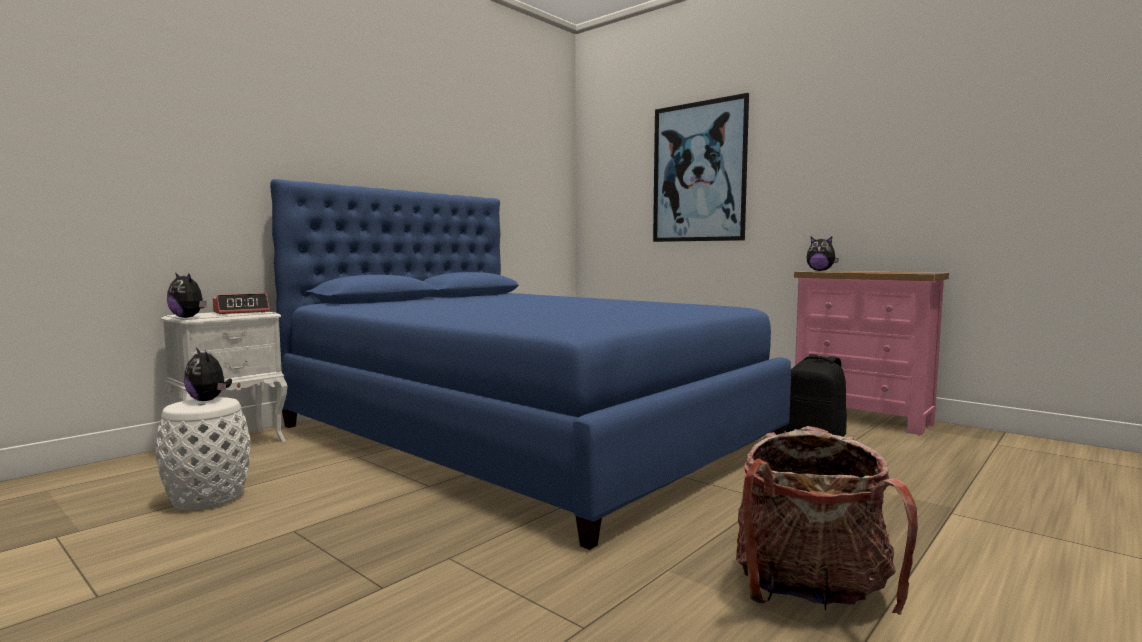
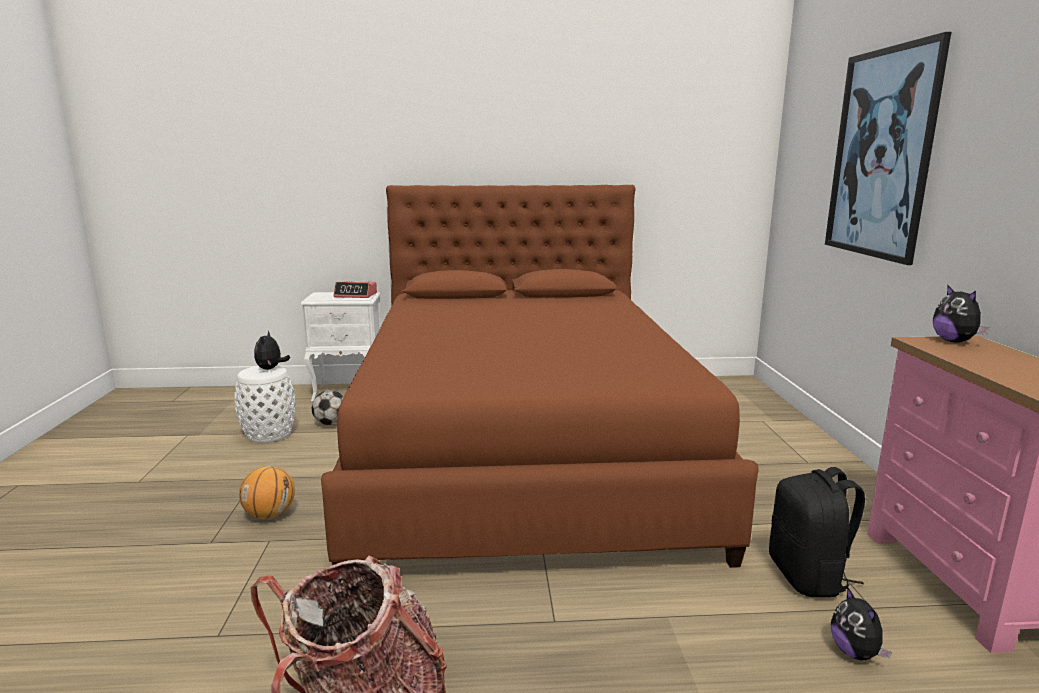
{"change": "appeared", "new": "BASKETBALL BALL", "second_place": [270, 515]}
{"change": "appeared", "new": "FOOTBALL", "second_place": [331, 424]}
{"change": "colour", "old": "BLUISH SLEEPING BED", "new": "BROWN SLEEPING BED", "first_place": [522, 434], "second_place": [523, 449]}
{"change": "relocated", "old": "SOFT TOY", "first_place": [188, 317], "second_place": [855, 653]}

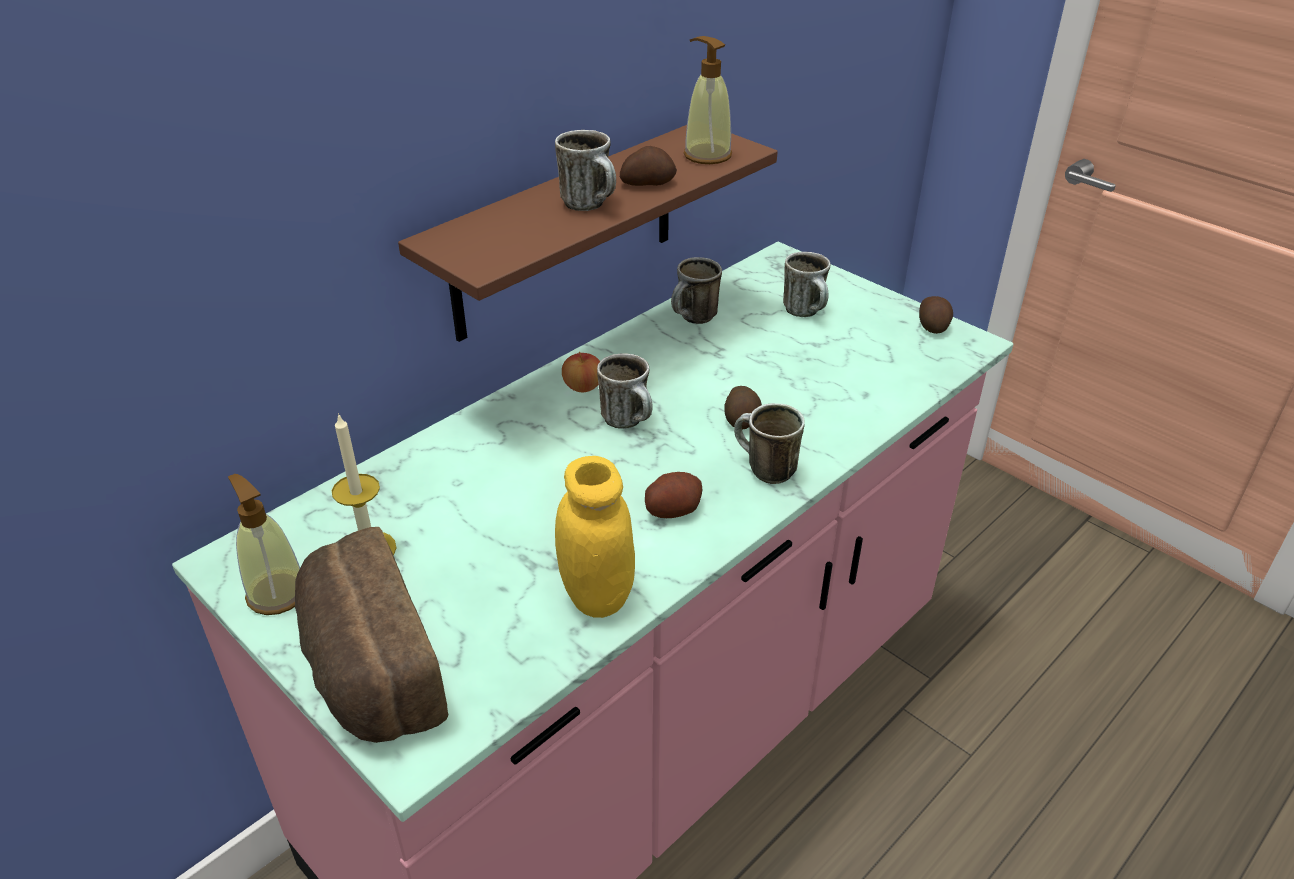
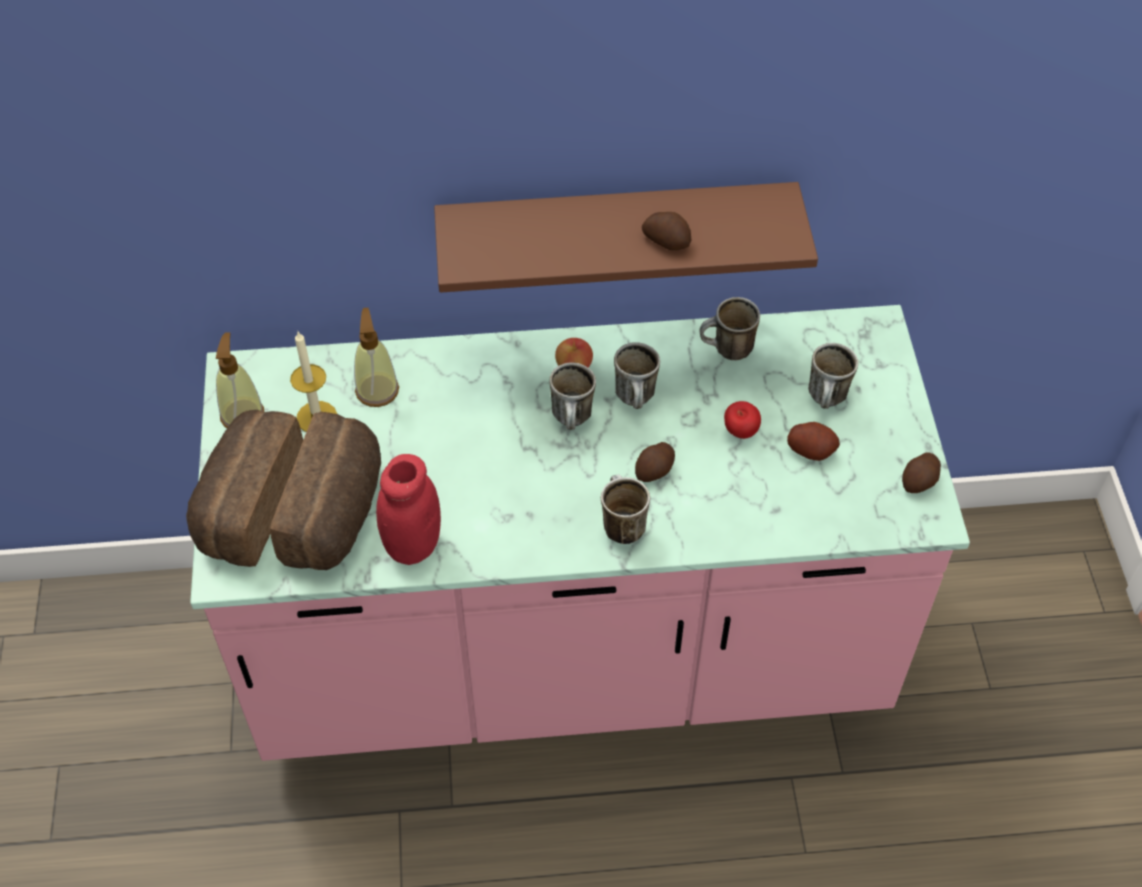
{"change": "appeared", "new": "BAKED BREAD", "second_place": [338, 513]}
{"change": "relocated", "old": "SOAP DISPENSER", "first_place": [707, 155], "second_place": [377, 390]}
{"change": "colour", "old": "YELLOW STORAGE JAR", "new": "RED-COLOURED STORAGE JAR", "first_place": [597, 595], "second_place": [413, 544]}
{"change": "relocated", "old": "MUG", "first_place": [592, 205], "second_place": [637, 400]}
{"change": "appeared", "new": "WHOLE APPLE", "second_place": [740, 433]}
{"change": "relocated", "old": "WHOLE POTATO", "first_place": [673, 510], "second_place": [811, 450]}

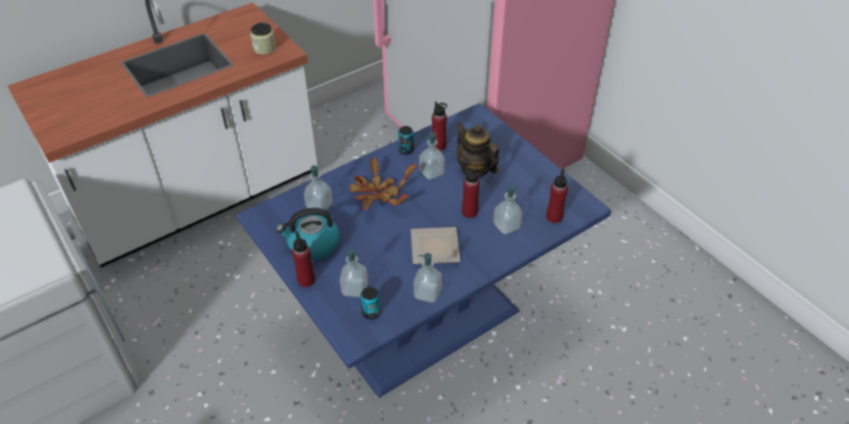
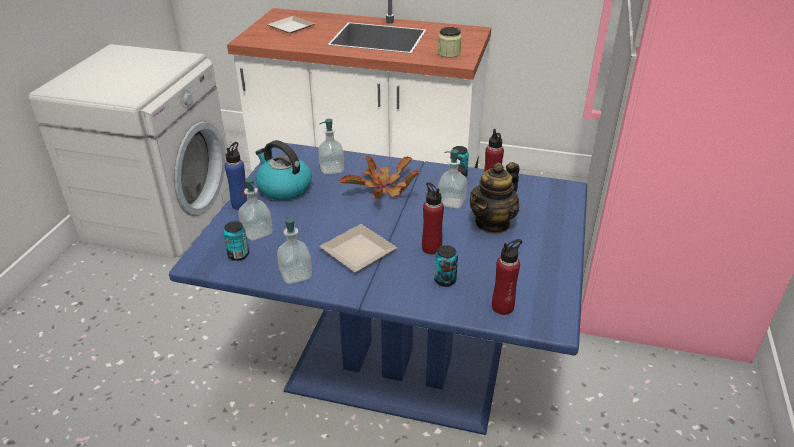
{"change": "colour", "old": "RED-COLOURED BOTTLE", "new": "BLUISH BOTTLE", "first_place": [306, 280], "second_place": [241, 204]}
{"change": "appeared", "new": "DINNER PLATE", "second_place": [293, 27]}
{"change": "exchanged", "old": "SOAP DISPENSER", "new": "SEALED CAN", "first_place": [506, 226], "second_place": [445, 280]}
{"change": "spun", "old": "TEA POT", "first_place": [475, 169], "second_place": [493, 223], "degrees": -150}

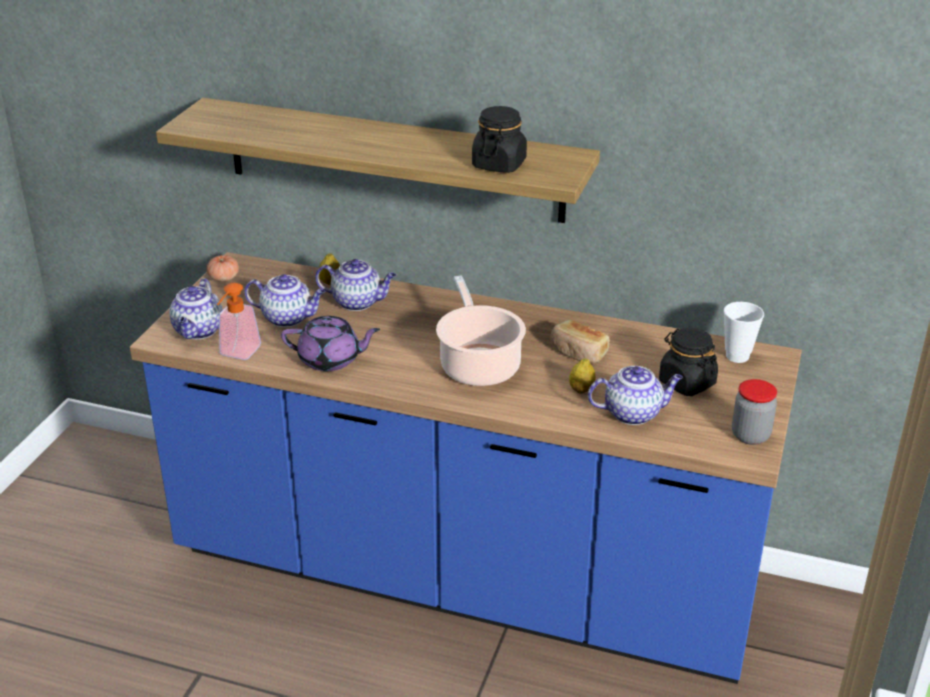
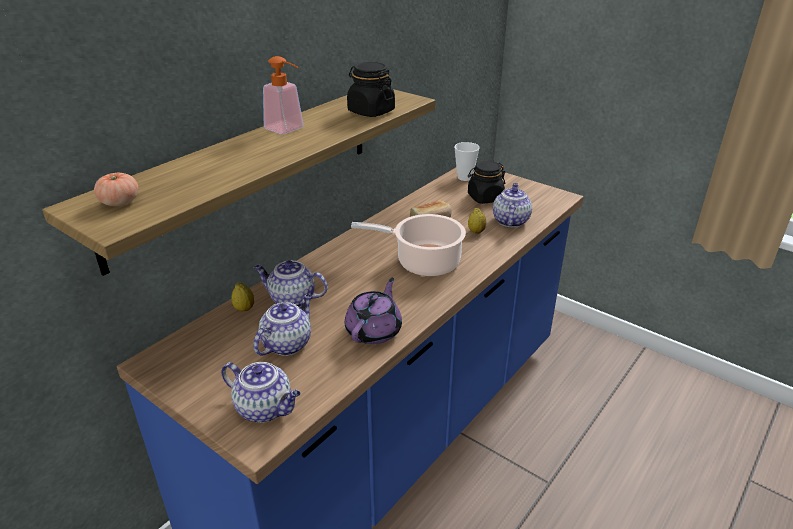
{"change": "relocated", "old": "FRESH TOMATO", "first_place": [224, 278], "second_place": [120, 202]}
{"change": "spun", "old": "TEA POT", "first_place": [358, 302], "second_place": [291, 300], "degrees": -105}
{"change": "relocated", "old": "SOAP DISPENSER", "first_place": [237, 354], "second_place": [288, 130]}
{"change": "missing", "old": "STORAGE JAR", "first_place": [750, 435]}

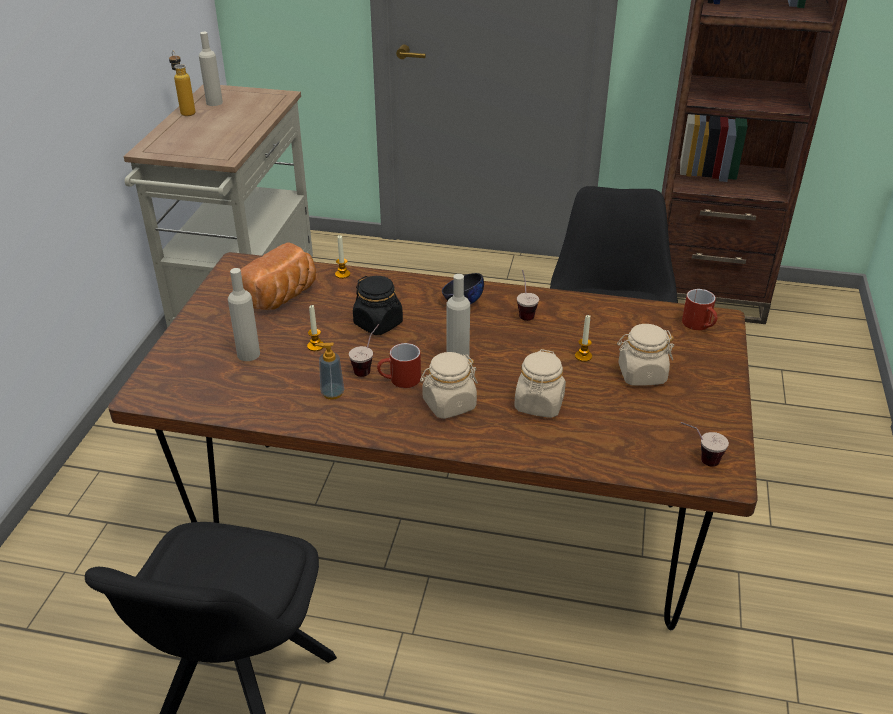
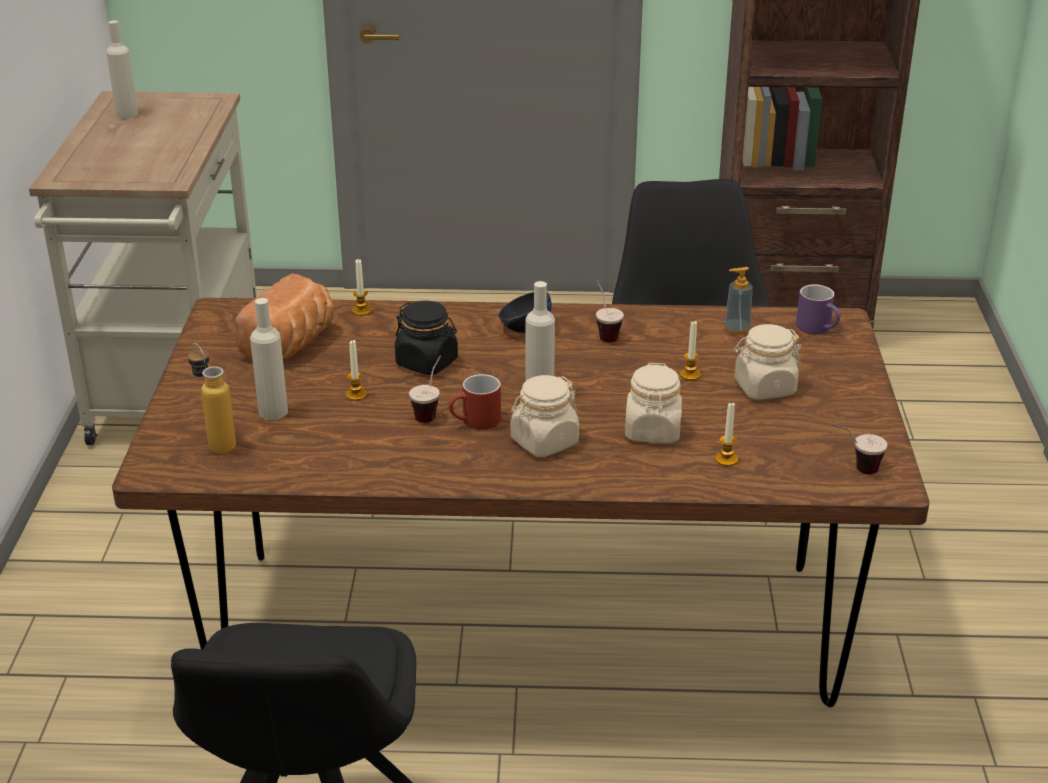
{"change": "relocated", "old": "BOTTLE", "first_place": [186, 111], "second_place": [216, 443]}
{"change": "appeared", "new": "CANDLE", "second_place": [726, 459]}
{"change": "relocated", "old": "SOAP DISPENSER", "first_place": [332, 393], "second_place": [737, 329]}
{"change": "colour", "old": "RED-COLOURED MUG", "new": "PURPLE-COLOURED MUG", "first_place": [700, 325], "second_place": [819, 328]}

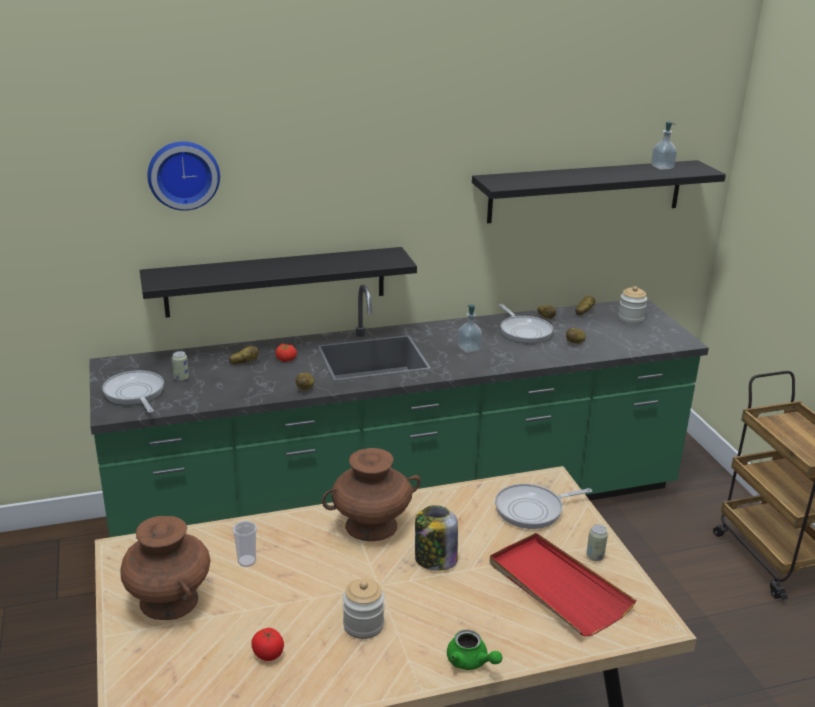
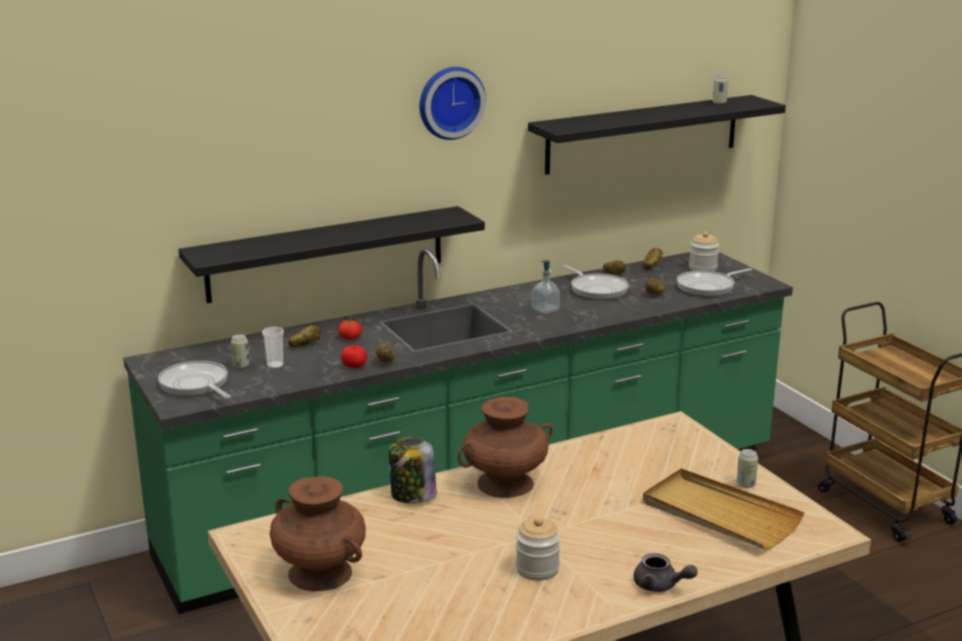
{"change": "relocated", "old": "DRINKING CUP", "first_place": [247, 561], "second_place": [275, 365]}
{"change": "relocated", "old": "FRESH TOMATO", "first_place": [268, 654], "second_place": [354, 366]}
{"change": "relocated", "old": "STORAGE JAR", "first_place": [435, 559], "second_place": [412, 495]}
{"change": "relocated", "old": "CLOCK ON THE WALL", "first_place": [183, 174], "second_place": [450, 102]}
{"change": "colour", "old": "GREEN-COLOURED TEA POT", "new": "GREYISH TEA POT", "first_place": [471, 662], "second_place": [660, 586]}
{"change": "colour", "old": "RED-COLOURED CARRYING TRAY", "new": "SAND-COLOURED CARRYING TRAY", "first_place": [557, 587], "second_place": [719, 514]}
{"change": "relocated", "old": "PAN", "first_place": [533, 510], "second_place": [708, 287]}
{"change": "exchanged", "old": "SOAP DISPENSER", "new": "SEALED CAN", "first_place": [662, 167], "second_place": [719, 103]}

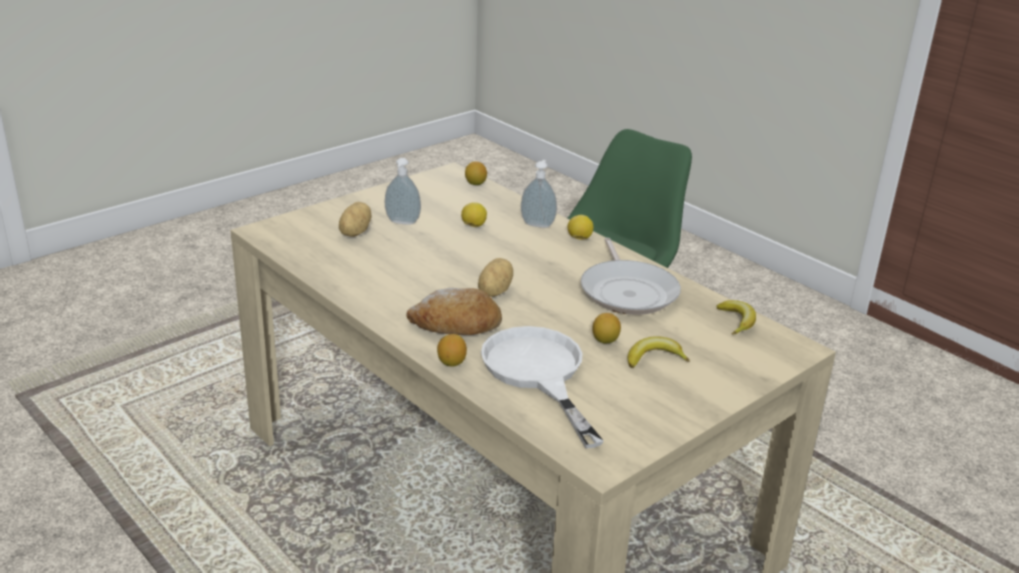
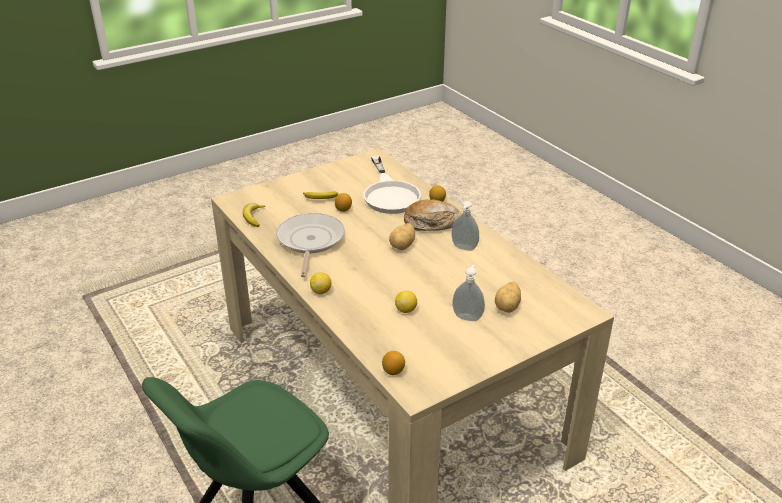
{"change": "relocated", "old": "SOAP DISPENSER", "first_place": [538, 224], "second_place": [463, 248]}

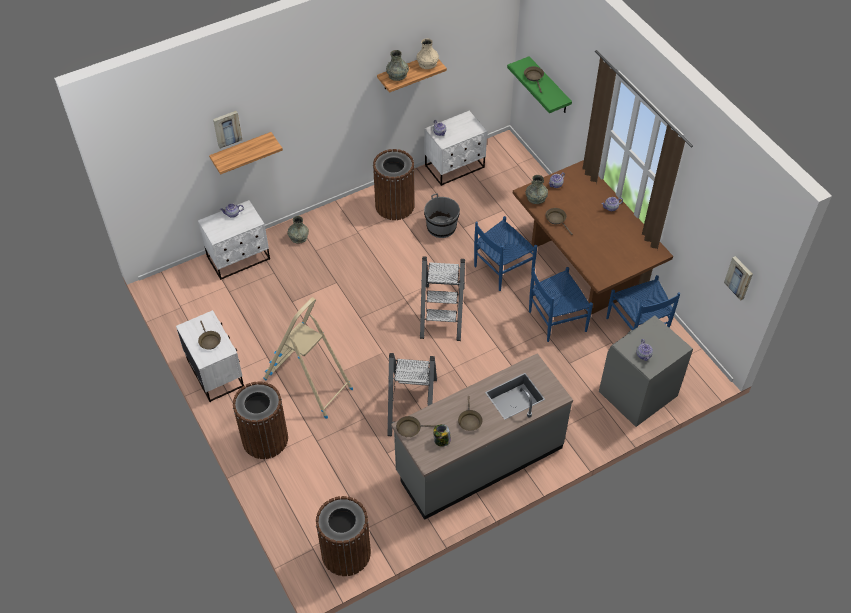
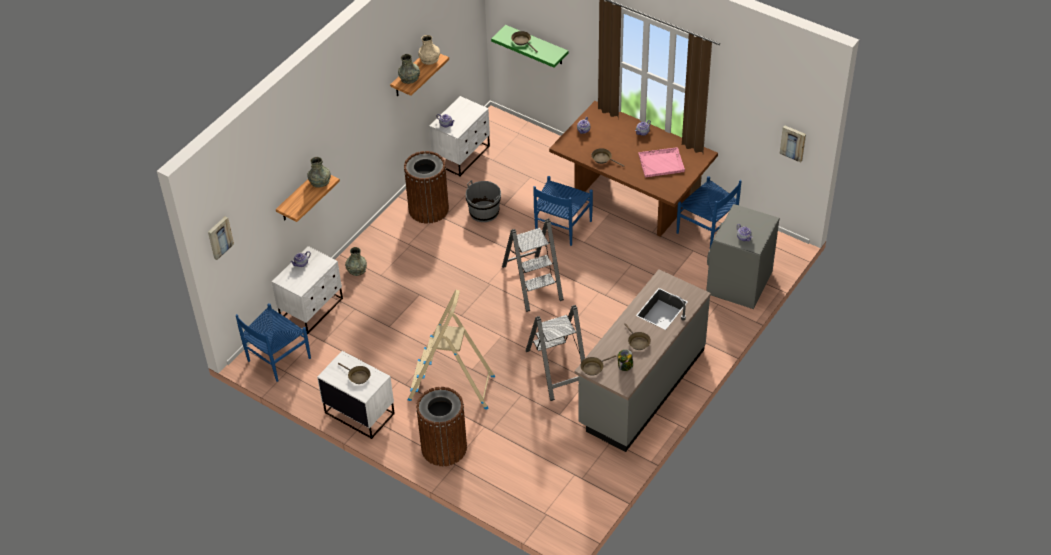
{"change": "relocated", "old": "WALL ART", "first_place": [227, 128], "second_place": [219, 237]}
{"change": "relocated", "old": "BLUISH UPRIGHT CHAIR", "first_place": [556, 320], "second_place": [277, 359]}
{"change": "relocated", "old": "GREYISH VASE", "first_place": [536, 198], "second_place": [320, 181]}
{"change": "appeared", "new": "PINK CARRYING TRAY", "second_place": [661, 163]}
{"change": "missing", "old": "BROWN TRASH CAN", "first_place": [346, 553]}

